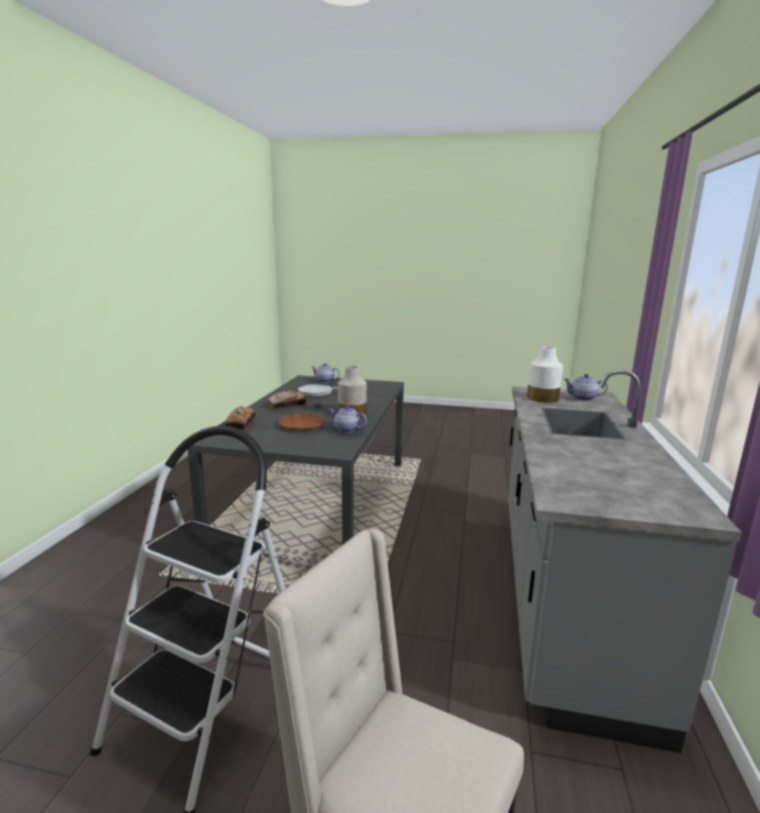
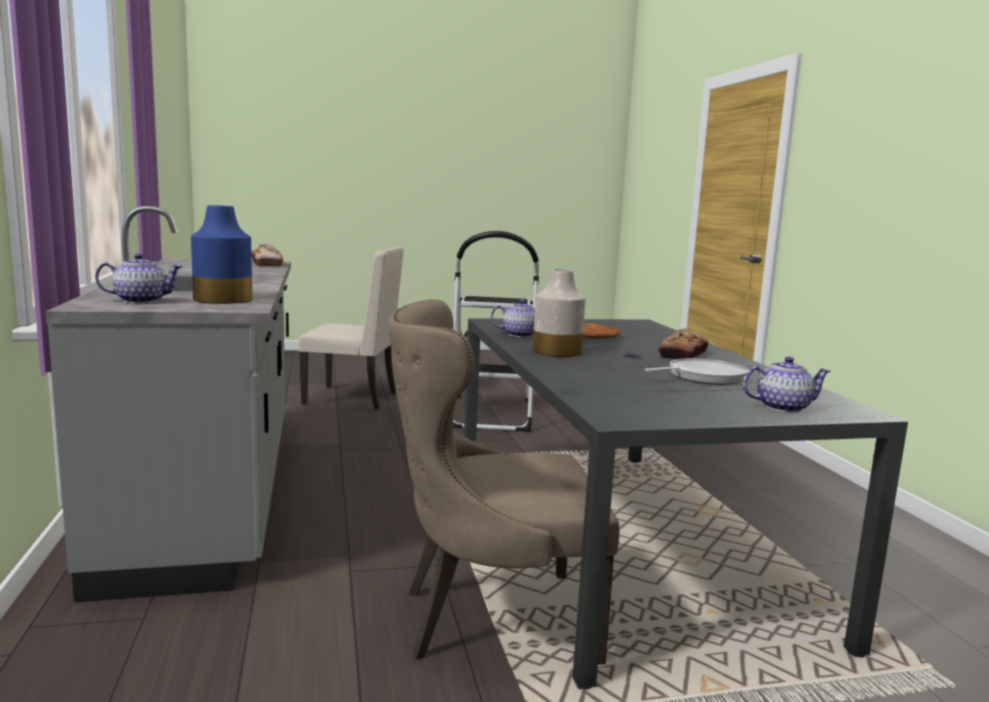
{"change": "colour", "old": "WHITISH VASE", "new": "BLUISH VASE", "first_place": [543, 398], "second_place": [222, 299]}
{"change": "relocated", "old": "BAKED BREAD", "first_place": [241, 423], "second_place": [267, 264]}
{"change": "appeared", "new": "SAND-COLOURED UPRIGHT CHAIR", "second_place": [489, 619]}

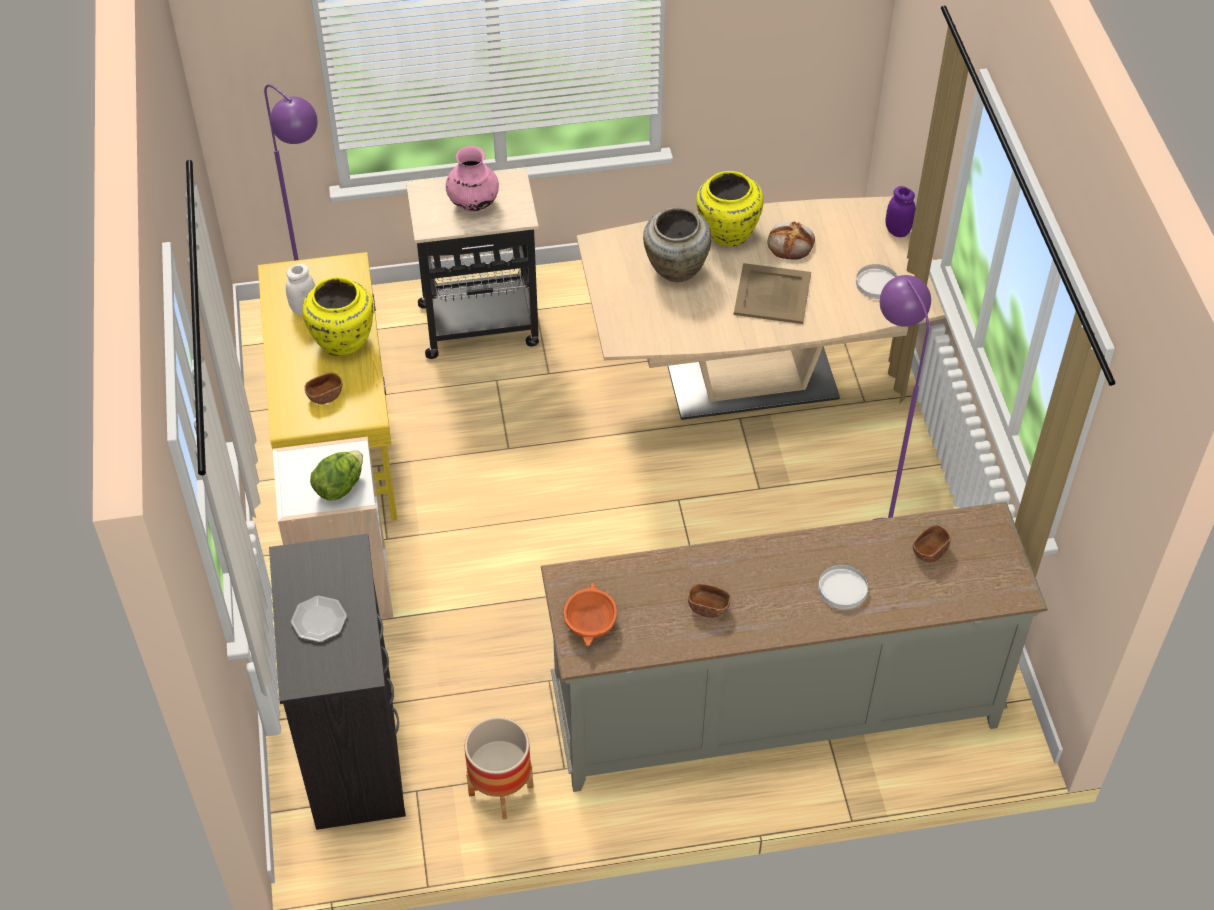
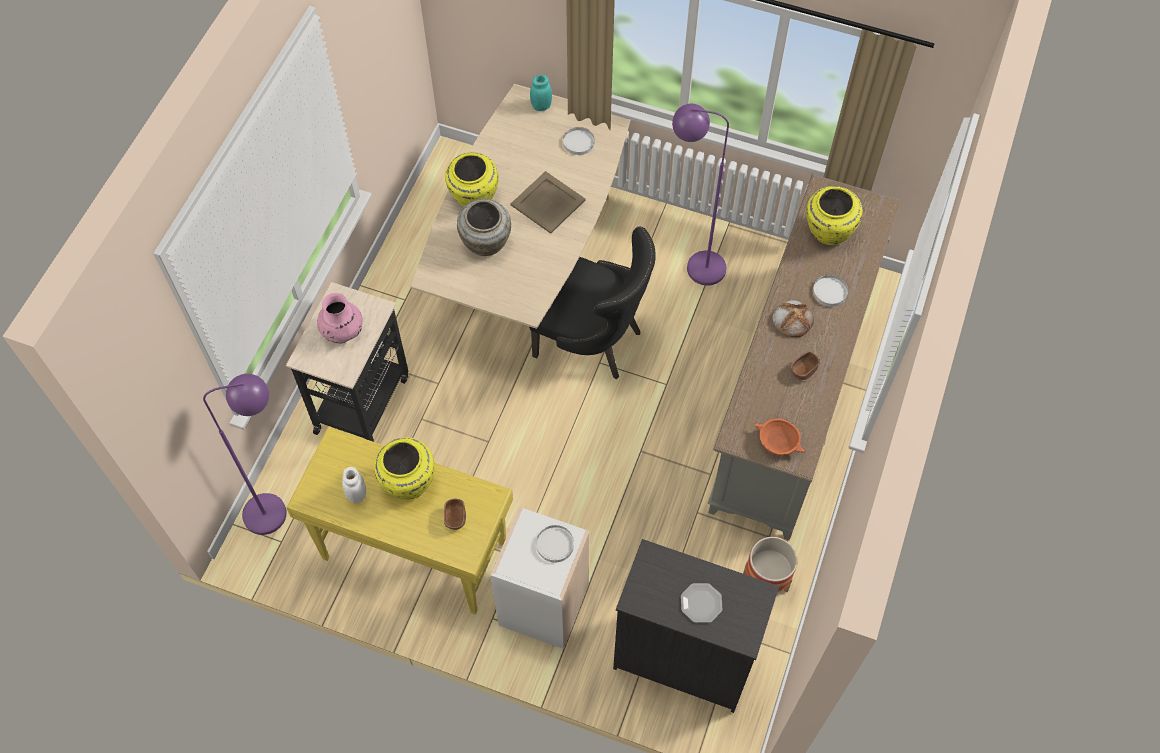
{"change": "appeared", "new": "BLACK-COLOURED UPRIGHT CHAIR", "second_place": [593, 341]}
{"change": "colour", "old": "PURPLE-COLOURED STORAGE JAR", "new": "TURQUOISE-COLOURED STORAGE JAR", "first_place": [897, 231], "second_place": [541, 106]}
{"change": "exchanged", "old": "HEAD OF LETTUCE", "new": "WHITISH DINNER PLATE", "first_place": [339, 486], "second_place": [555, 545]}
{"change": "relocated", "old": "BAKED BREAD", "first_place": [791, 243], "second_place": [792, 320]}
{"change": "exchanged", "old": "BROWN SERVING BOWL", "new": "YELLOW VASE", "first_place": [929, 551], "second_place": [827, 232]}

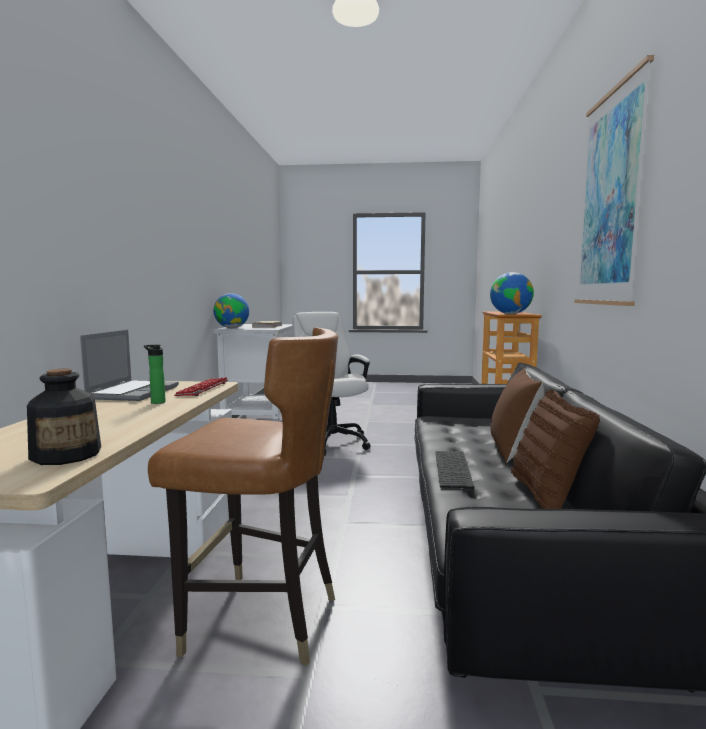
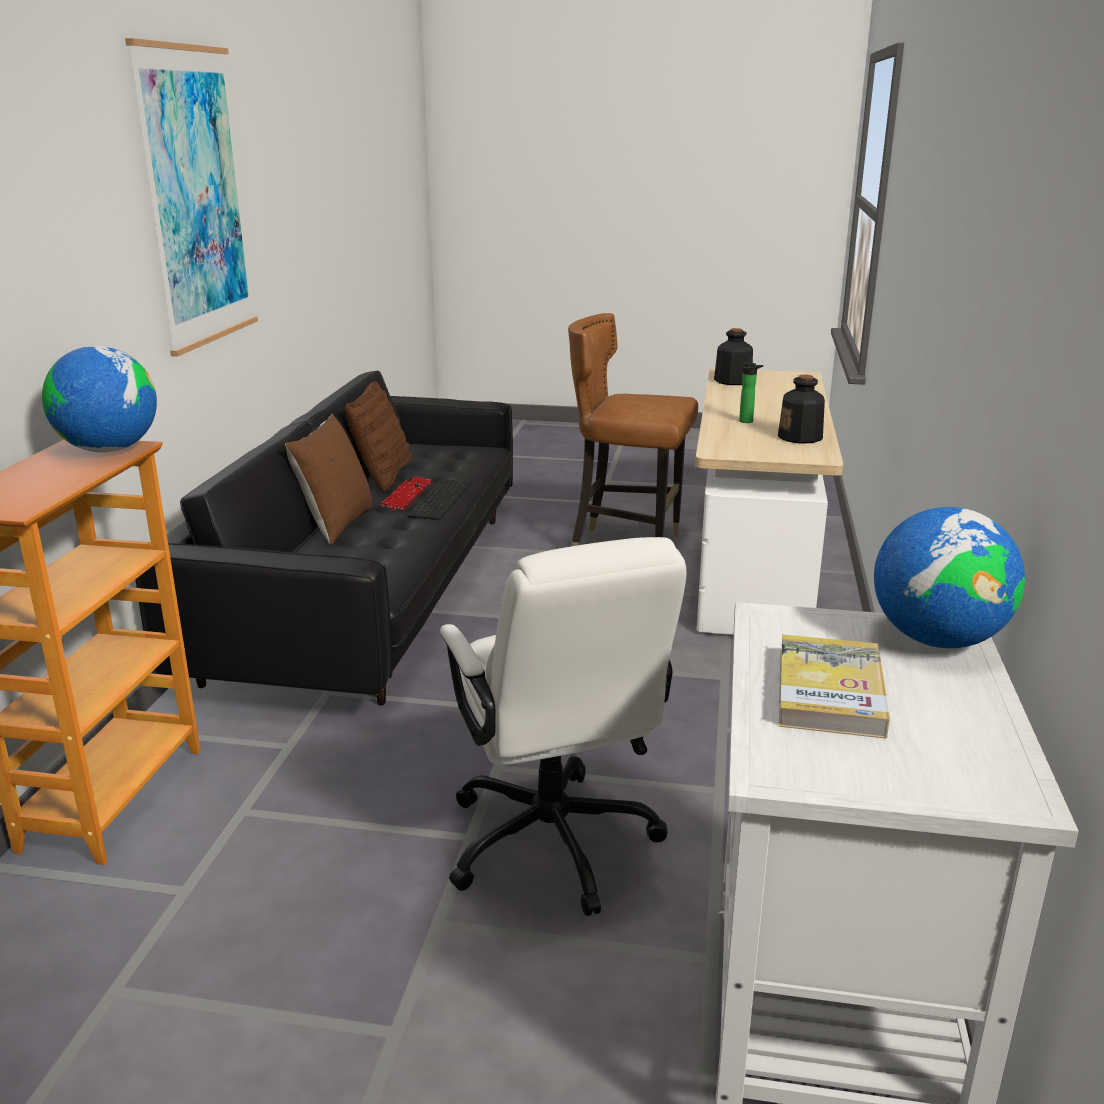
{"change": "relocated", "old": "COMPUTER KEYBOARD", "first_place": [203, 389], "second_place": [407, 495]}
{"change": "exchanged", "old": "PORTABLE COMPUTER", "new": "BOTTLE", "first_place": [133, 392], "second_place": [800, 437]}

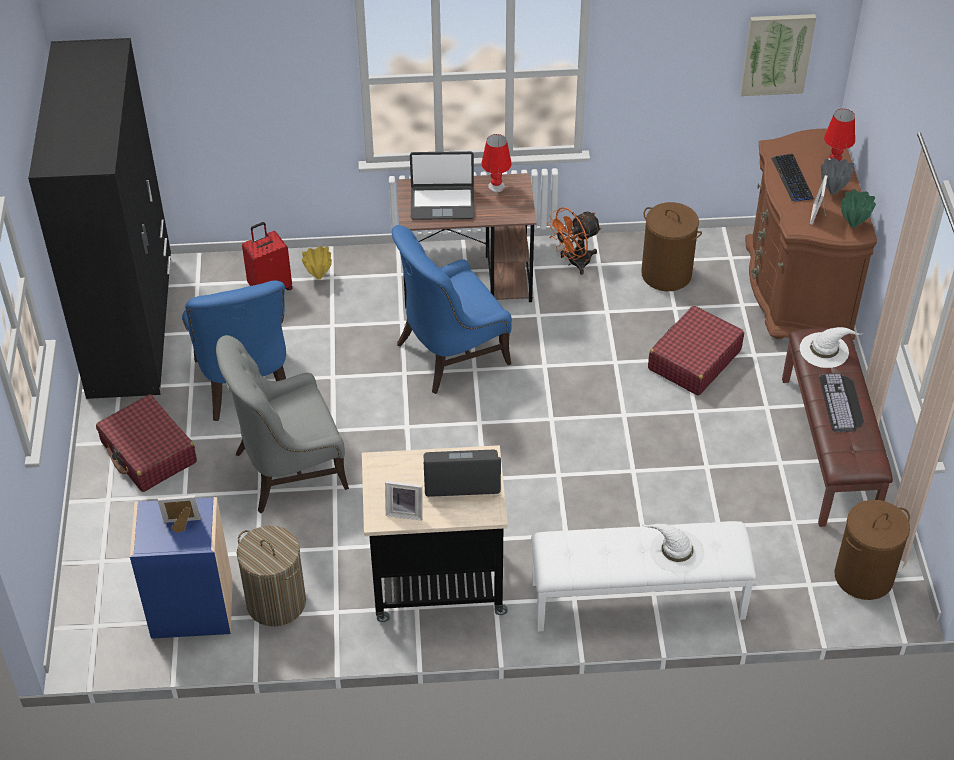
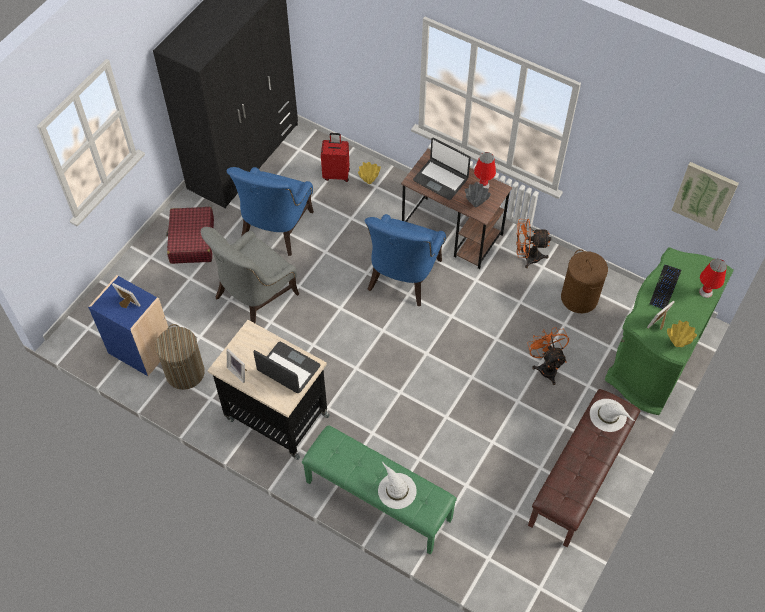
{"change": "spun", "old": "GREYISH UPRIGHT CHAIR", "first_place": [289, 469], "second_place": [255, 296], "degrees": -60}
{"change": "colour", "old": "WHITISH BENCH", "new": "GREEN-COLOURED BENCH", "first_place": [637, 600], "second_place": [377, 500]}
{"change": "spun", "old": "BLUISH UPRIGHT CHAIR", "first_place": [450, 353], "second_place": [403, 275], "degrees": -75}
{"change": "relocated", "old": "GREYISH VASE", "first_place": [832, 191], "second_place": [475, 205]}
{"change": "exchanged", "old": "RED-COLOURED PIECE OF LUGGAGE", "new": "ORANGE COOLING FAN", "first_place": [694, 360], "second_place": [546, 366]}
{"change": "colour", "old": "BROWN CHEST OF DRAWERS", "new": "GREEN-COLOURED CHEST OF DRAWERS", "first_place": [795, 293], "second_place": [652, 359]}
{"change": "colour", "old": "GREEN-COLOURED VASE", "new": "YELLOW VASE", "first_place": [854, 224], "second_place": [677, 344]}
{"change": "missing", "old": "COMPUTER KEYBOARD", "first_place": [842, 403]}
{"change": "missing", "old": "BROWN LAUNDRY BASKET", "first_place": [863, 576]}

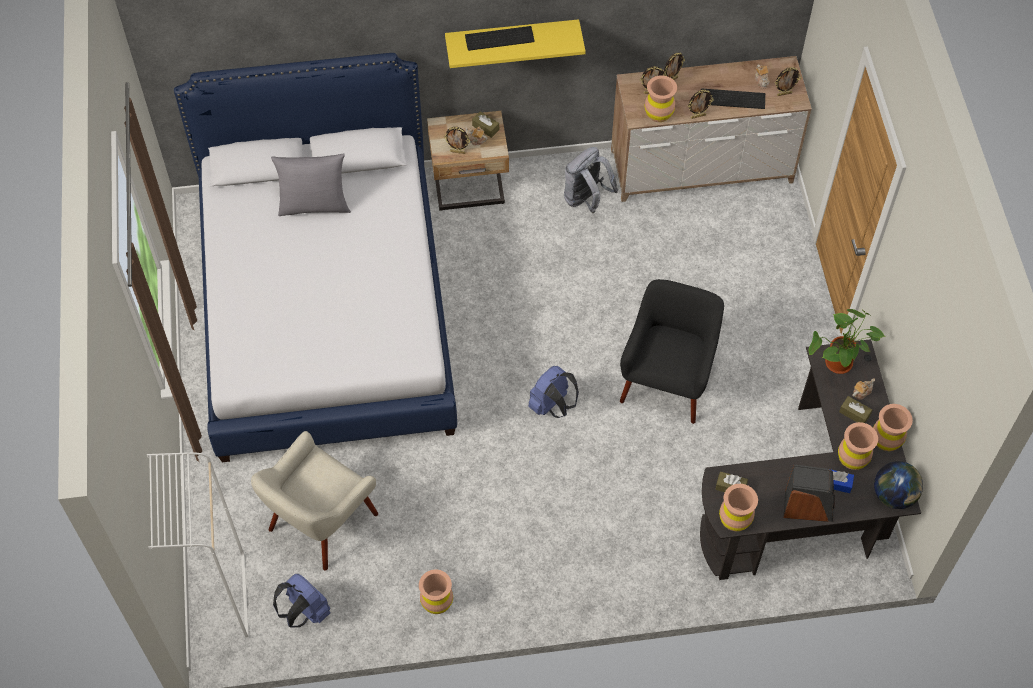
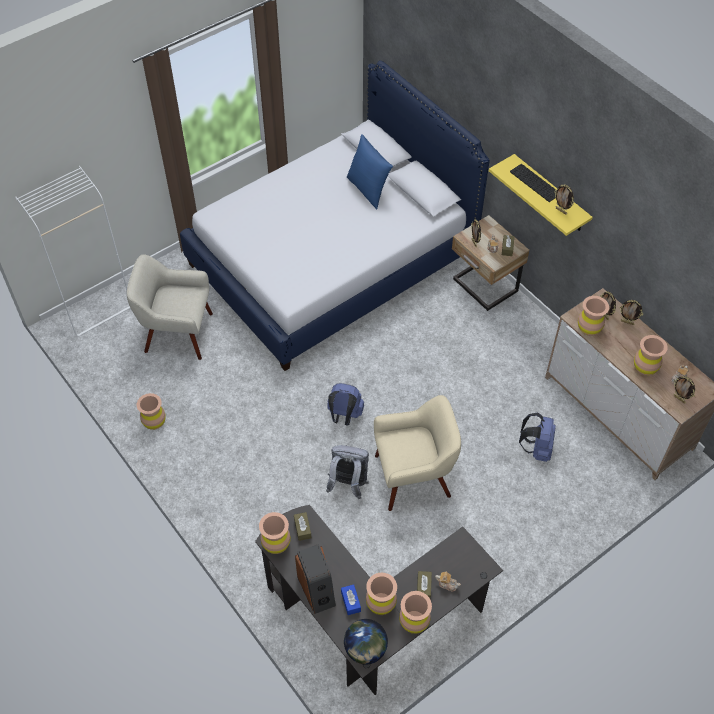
{"change": "relocated", "old": "GREYISH RUCKSACK", "first_place": [586, 199], "second_place": [348, 484]}
{"change": "colour", "old": "GREYISH CUSHION", "new": "BLUISH CUSHION", "first_place": [314, 205], "second_place": [368, 190]}
{"change": "colour", "old": "BLACK-COLOURED LOUNGE CHAIR", "new": "SAND-COLOURED LOUNGE CHAIR", "first_place": [667, 380], "second_place": [414, 476]}
{"change": "relocated", "old": "BLUISH RUCKSACK", "first_place": [305, 612], "second_place": [537, 449]}
{"change": "relocated", "old": "PHOTO FRAME", "first_place": [698, 116], "second_place": [561, 211]}
{"change": "exchanged", "old": "COMPUTER KEYBOARD", "new": "BROWN VASE", "first_place": [733, 98], "second_place": [645, 367]}
{"change": "missing", "old": "HOUSEPLANT", "first_place": [838, 366]}

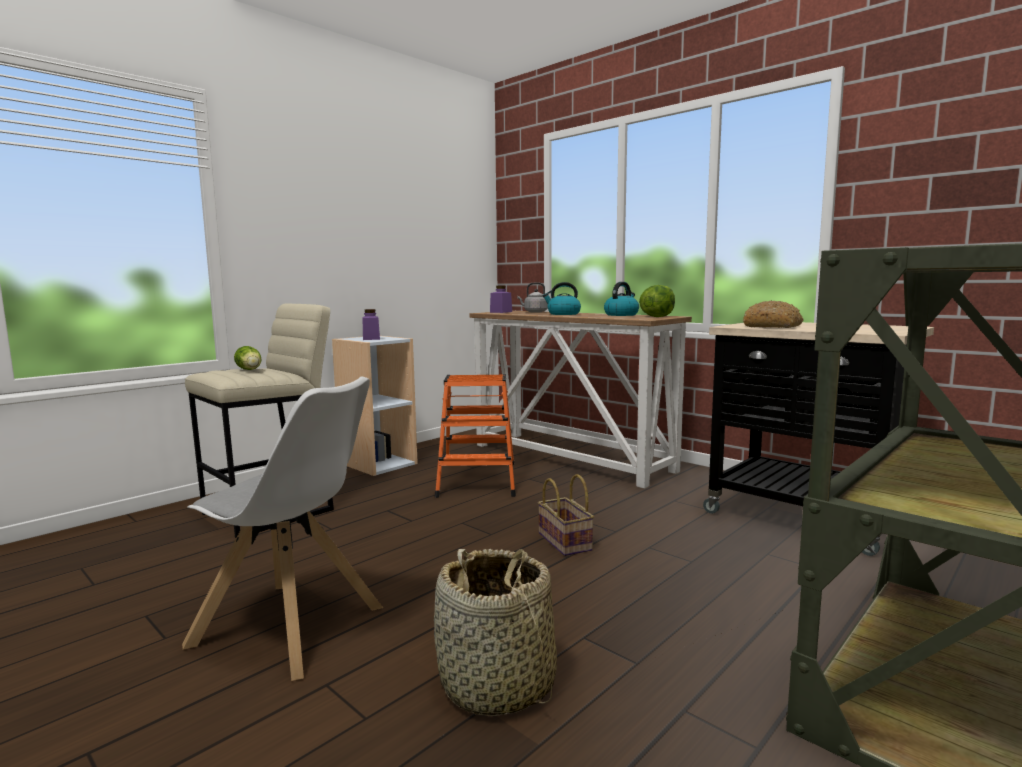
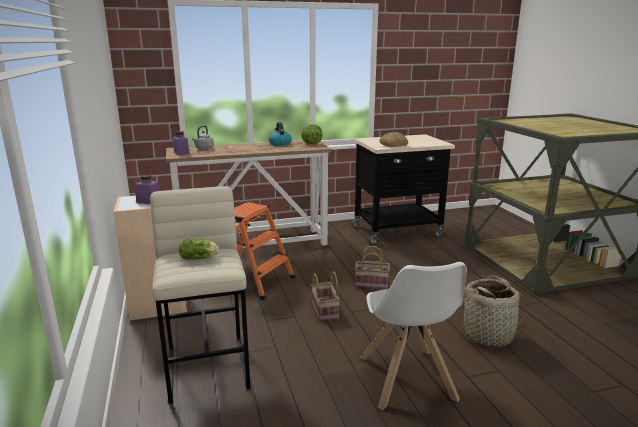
{"change": "appeared", "new": "BASKET", "second_place": [324, 310]}
{"change": "spun", "old": "UPRIGHT CHAIR", "first_place": [292, 628], "second_place": [407, 380], "degrees": 120}
{"change": "missing", "old": "WATER KETTLE", "first_place": [563, 314]}

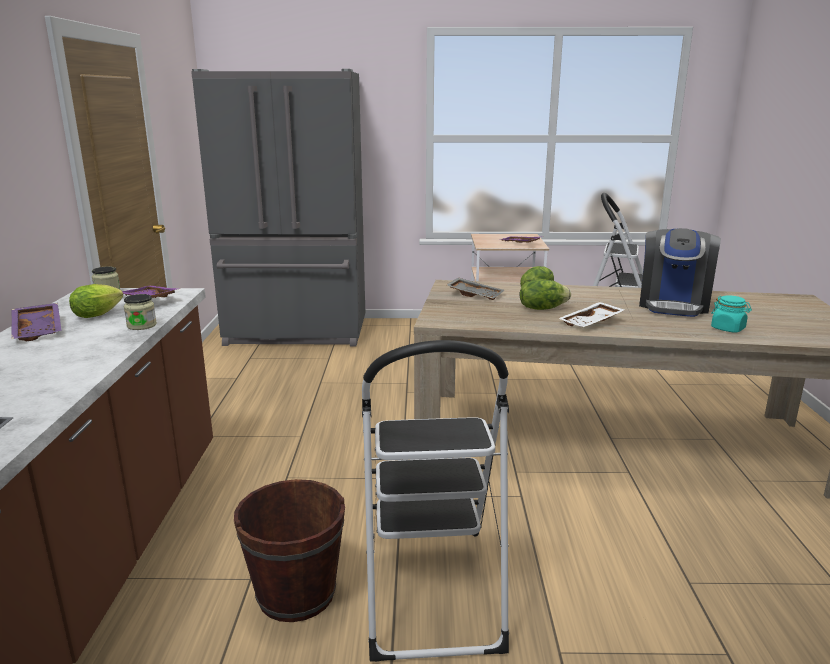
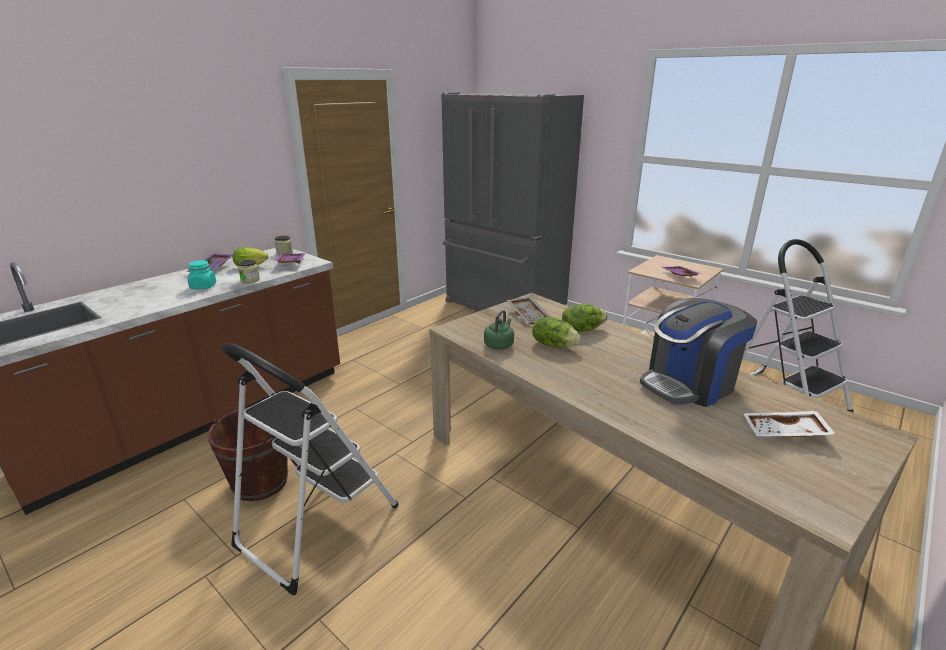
{"change": "relocated", "old": "TURQUOISE-COLOURED STORAGE JAR", "first_place": [728, 329], "second_place": [203, 286]}
{"change": "appeared", "new": "GREEN-COLOURED WATER KETTLE", "second_place": [499, 344]}
{"change": "relocated", "old": "WHITISH CARRYING TRAY", "first_place": [592, 323], "second_place": [785, 433]}

